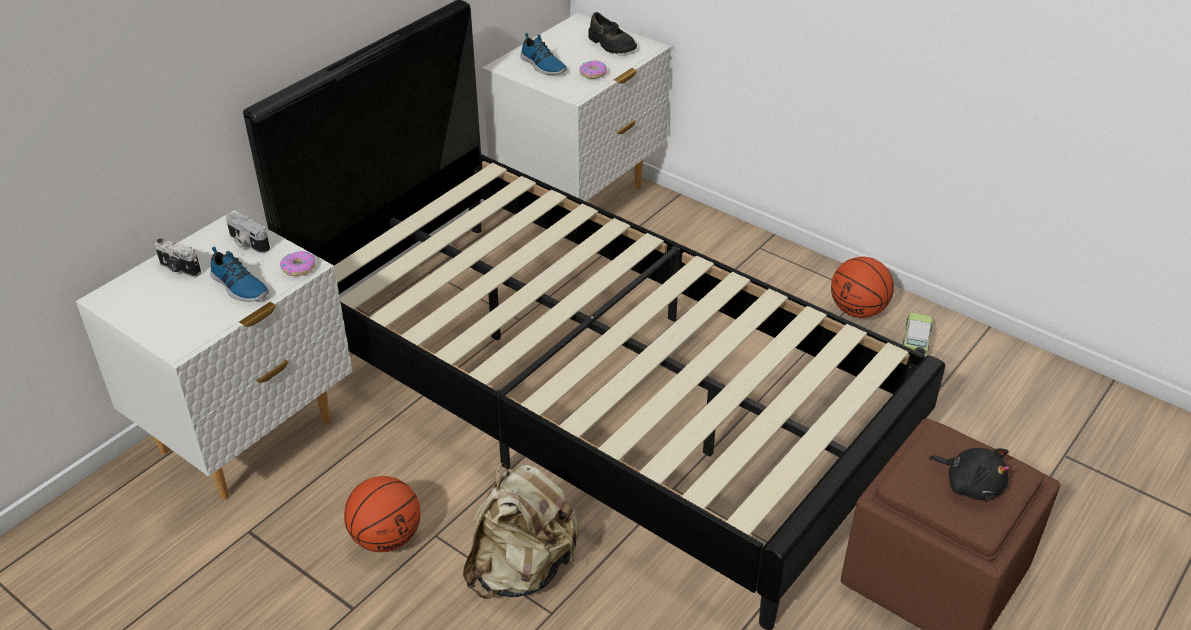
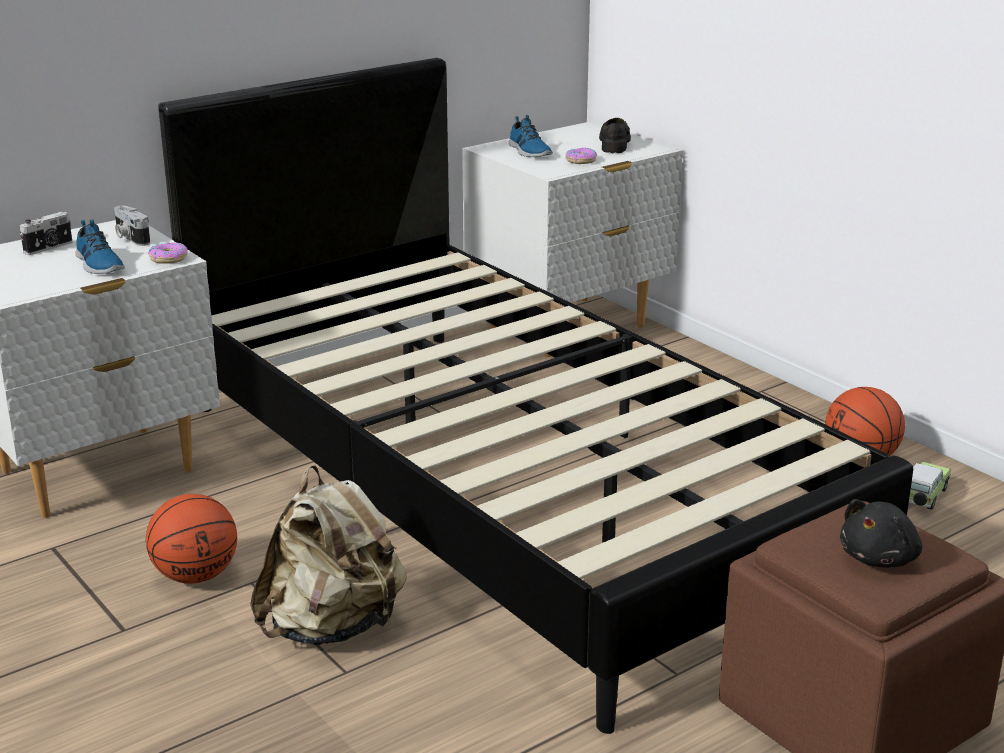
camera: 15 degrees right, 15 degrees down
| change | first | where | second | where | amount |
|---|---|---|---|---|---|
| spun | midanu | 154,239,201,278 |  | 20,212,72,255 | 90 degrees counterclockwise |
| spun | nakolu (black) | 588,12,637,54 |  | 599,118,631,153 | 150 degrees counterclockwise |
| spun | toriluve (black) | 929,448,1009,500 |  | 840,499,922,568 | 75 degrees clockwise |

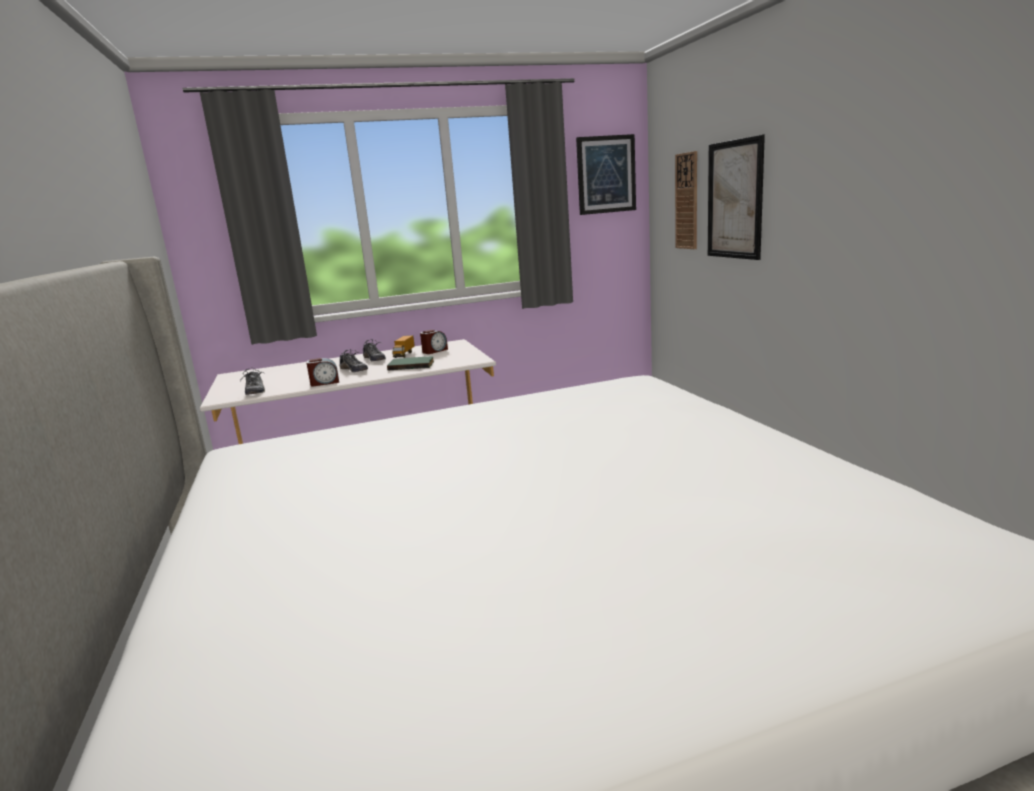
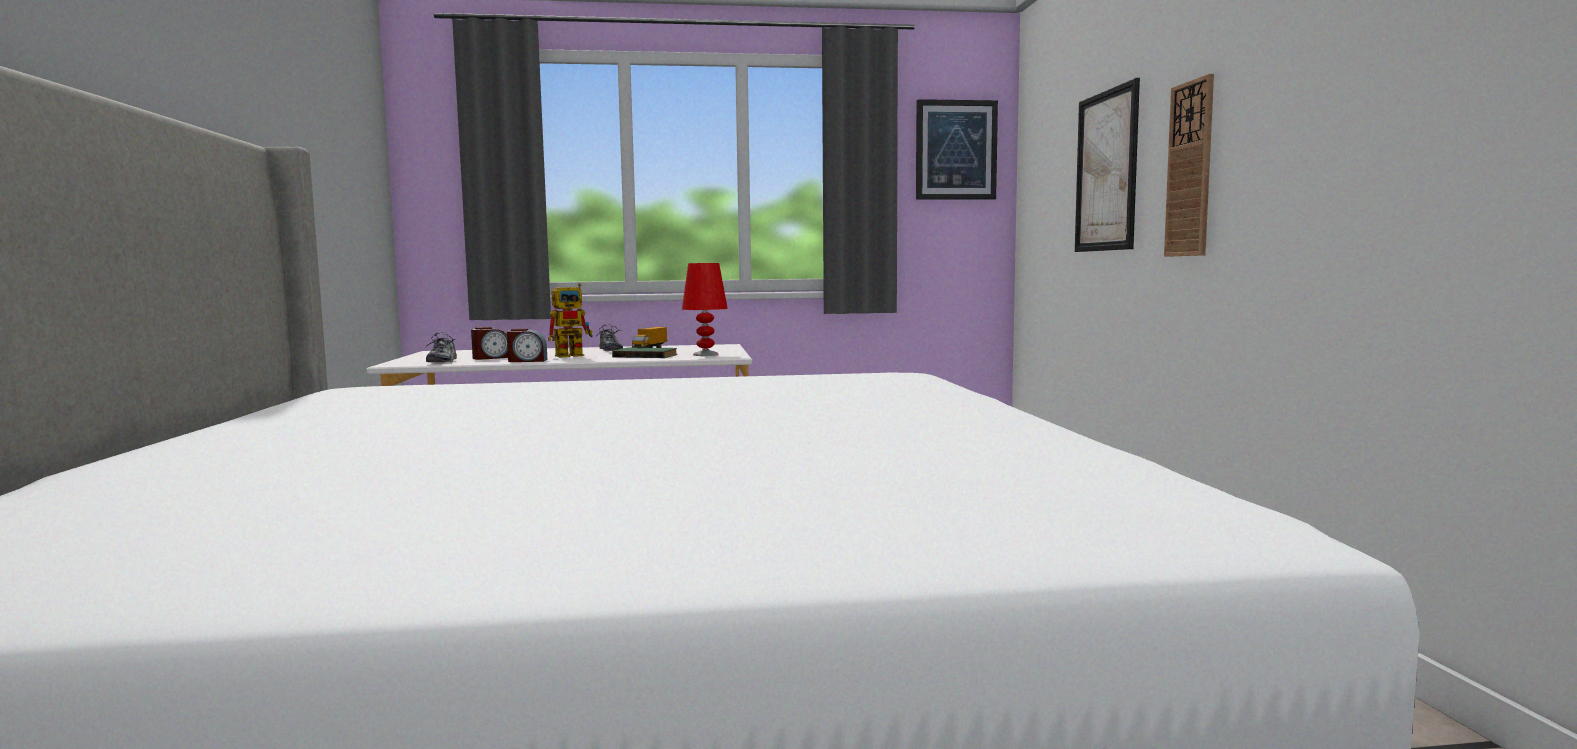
camera: 10 degrees right, 10 degrees down
| change | first | where | second | where | amount |
|---|---|---|---|---|---|
| exchanged | nakolu | 339,349,368,372 | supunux | 548,283,593,358 |  |
| relocated | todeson | 420,330,448,354 |  | 471,327,508,360 |  |
| relocated | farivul | 675,151,697,249 |  | 1164,74,1214,257 |  |
| appeared |  |  | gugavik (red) | 682,263,728,356 |  |

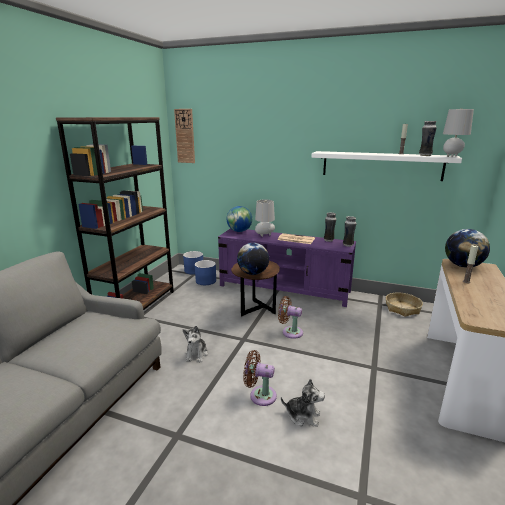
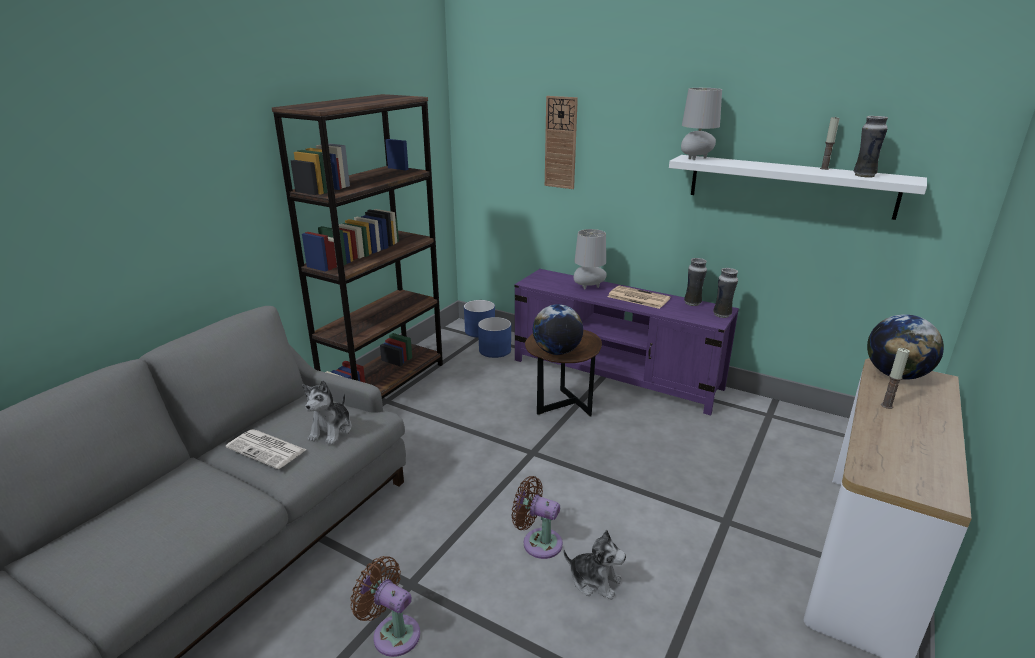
camera: 10 degrees right, 5 degrees up
| change | first | where | second | where | amount |
|---|---|---|---|---|---|
| relocated | farivul | 174,109,195,163 |  | 545,96,578,189 |  |
| relocated | toriluve | 183,326,208,363 |  | 303,380,352,444 |  |
| missing | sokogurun | 227,206,252,232 |  |  |  |
| relocated | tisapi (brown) | 278,296,303,339 |  | 350,556,420,657 |  |
| missing | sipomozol | 386,292,423,317 |  |  |  |
| relocated | gugavik (grey) | 443,108,474,157 |  | 681,88,722,160 |  |
| appeared |  |  | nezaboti | 226,429,306,469 |  |

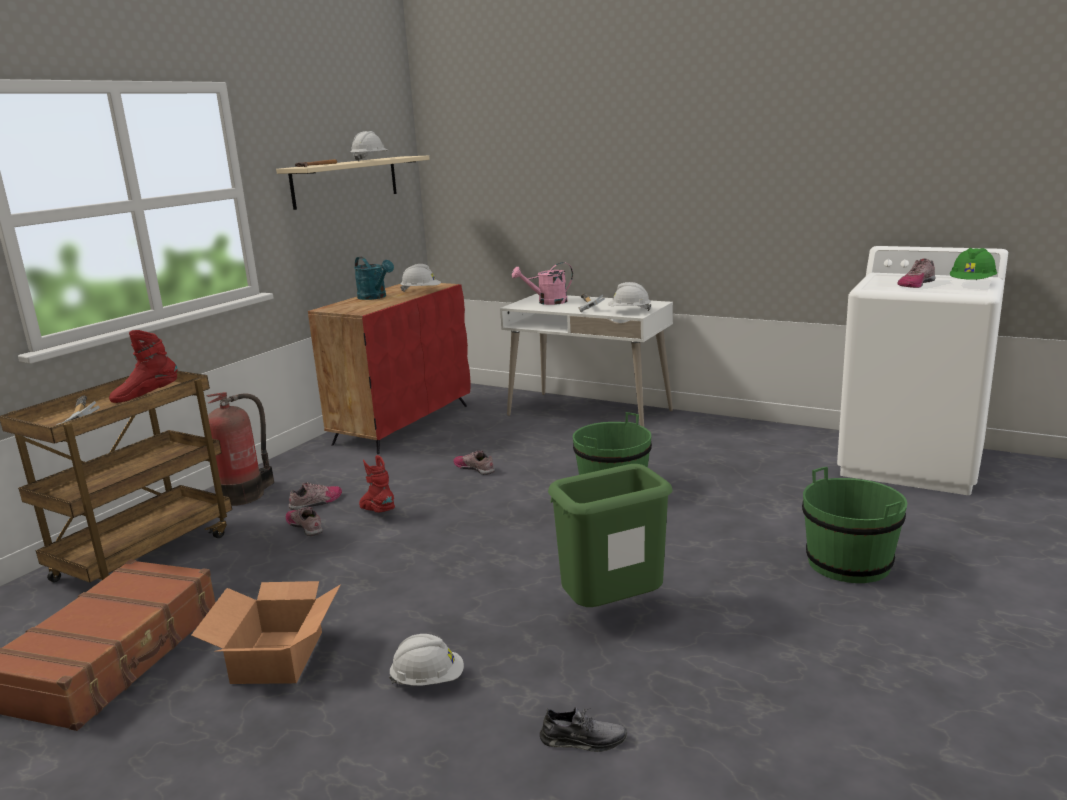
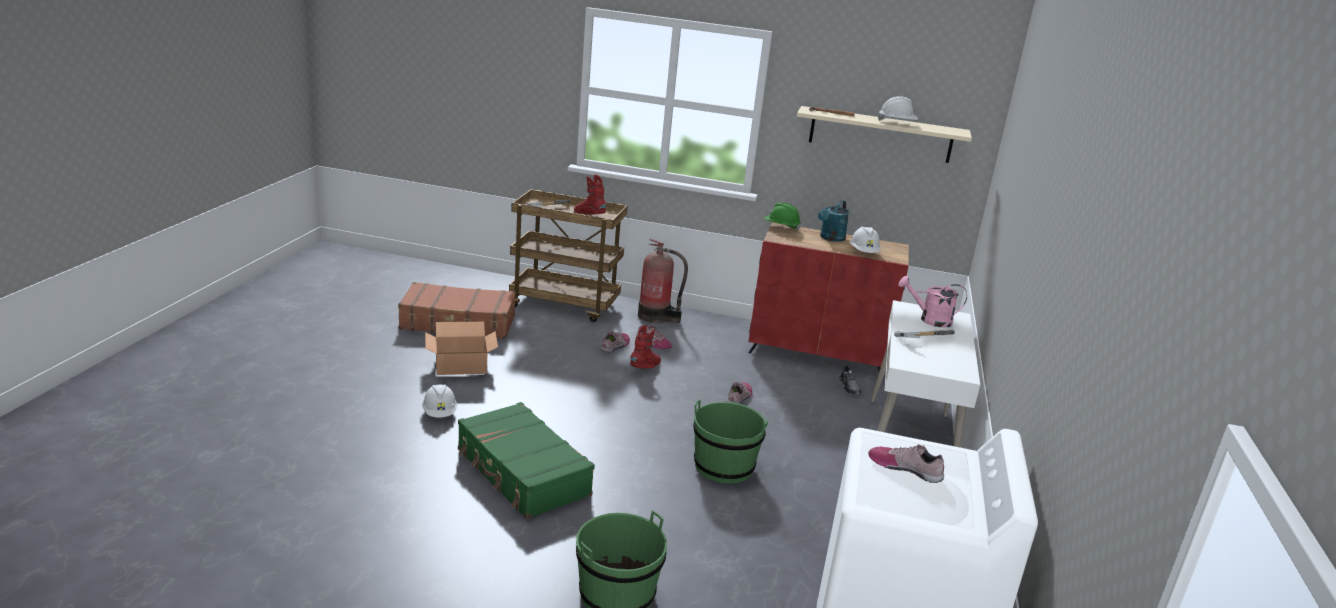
camera: 70 degrees right, 5 degrees up
| change | first | where | second | where | amount |
|---|---|---|---|---|---|
| spun | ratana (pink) | 512,262,573,305 |  | 898,276,967,327 | 45 degrees counterclockwise |
| relocated | nakolu (grey) | 540,707,627,752 |  | 839,365,862,394 |  |
| exchanged | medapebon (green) | 548,464,673,607 | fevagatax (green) | 458,402,595,519 |  |
| missing | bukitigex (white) | 608,282,652,311 |  |  |  |
| relocated | bukitigex (green) | 950,248,997,280 |  | 764,202,801,231 |  |

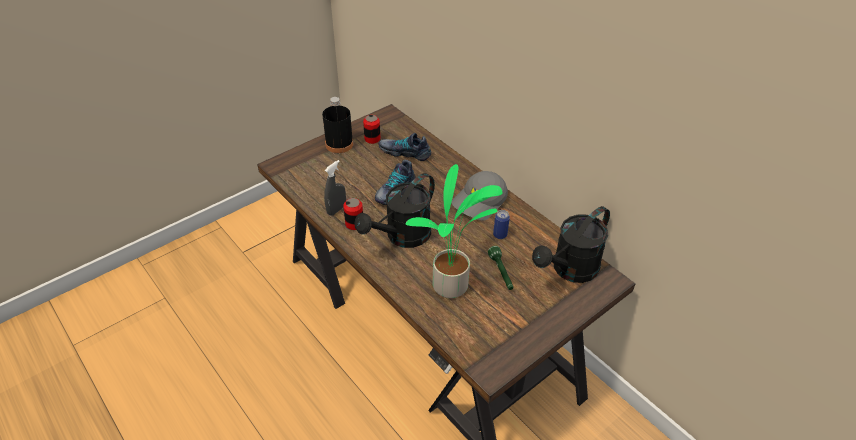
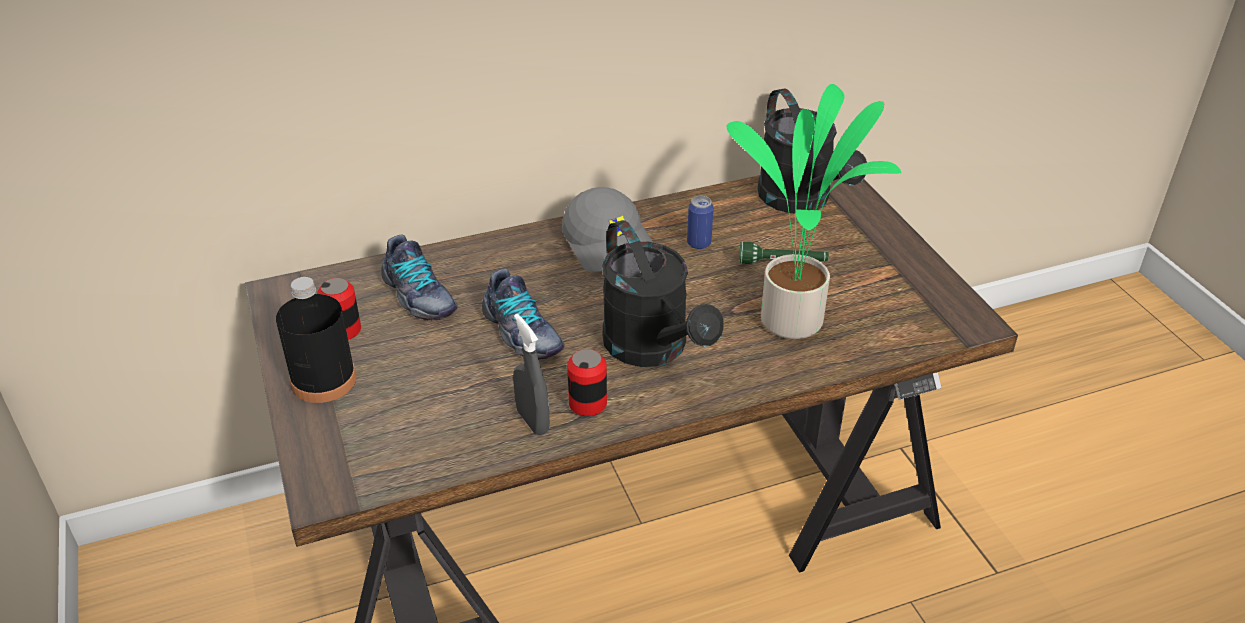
camera: 70 degrees left, 5 degrees down
| change | first | where | second | where | amount |
|---|---|---|---|---|---|
| spun | nakolu | 379,133,431,161 |  | 381,235,458,321 | 75 degrees counterclockwise |

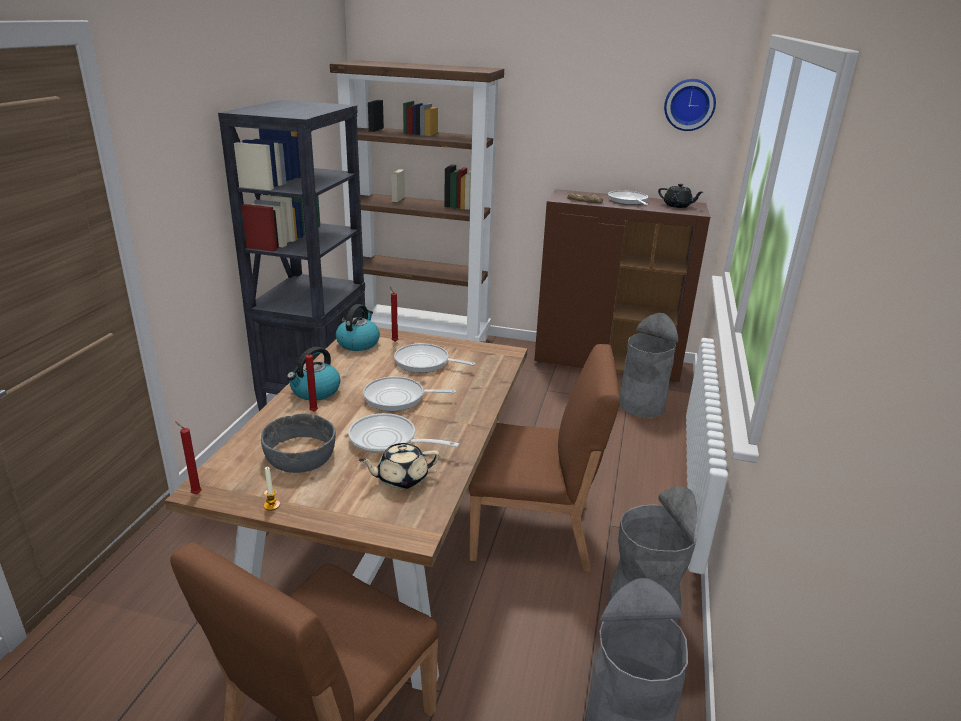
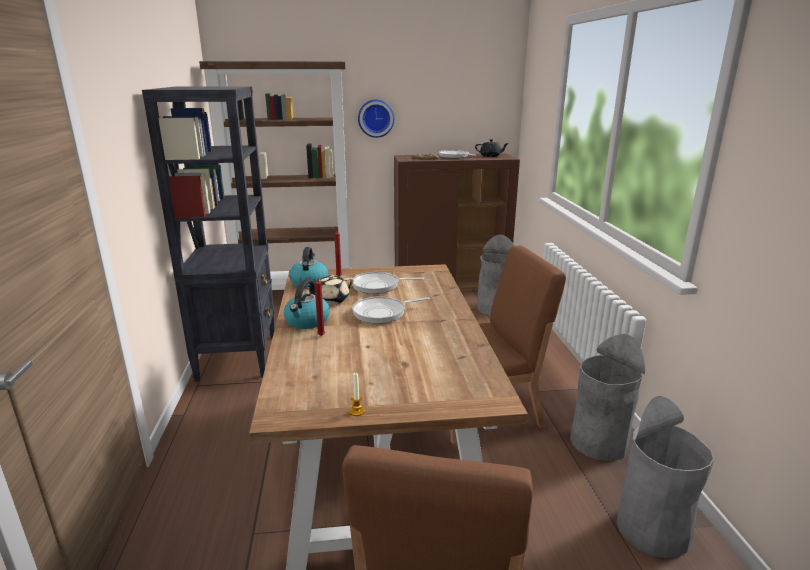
camera: 20 degrees left, 5 degrees down
| change | first | where | second | where | amount |
|---|---|---|---|---|---|
| missing | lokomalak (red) | 175,421,202,494 |  |  |  |
| missing | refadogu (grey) | 261,413,336,473 |  |  |  |
| missing | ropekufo | 348,413,459,454 |  |  |  |
| relocated | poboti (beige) | 359,443,439,489 |  | 305,275,354,305 |  |
| relocated | farivul | 664,79,716,131 |  | 358,100,394,138 |  |

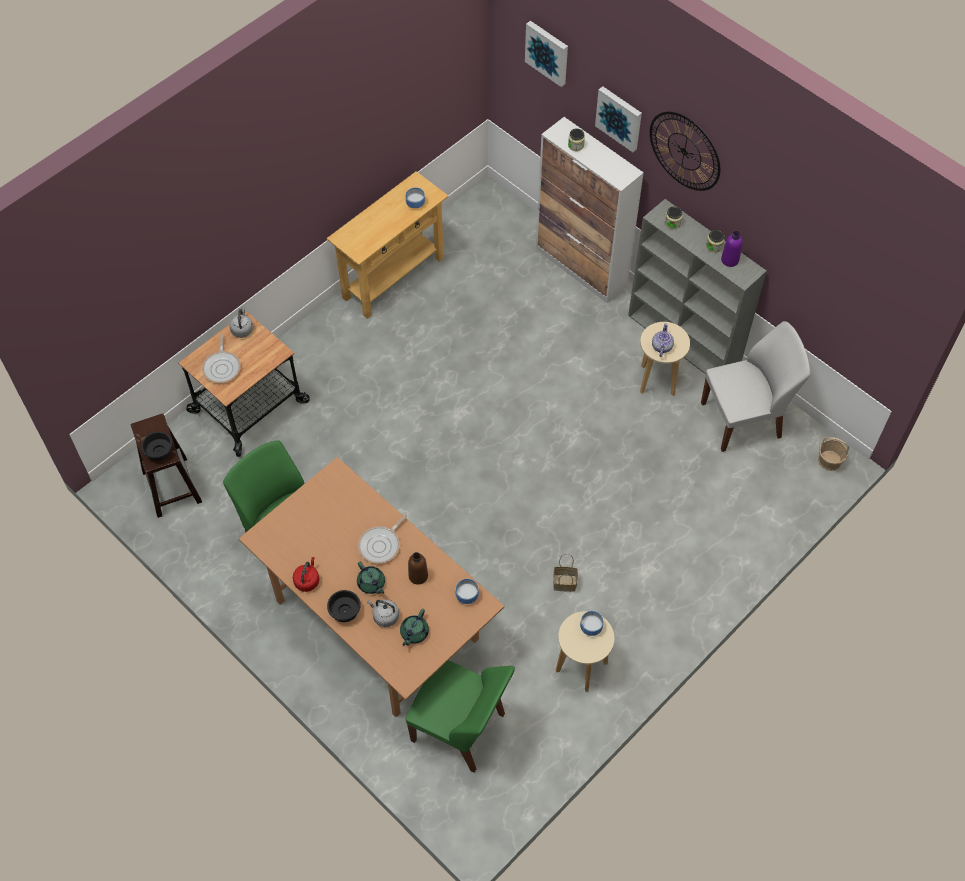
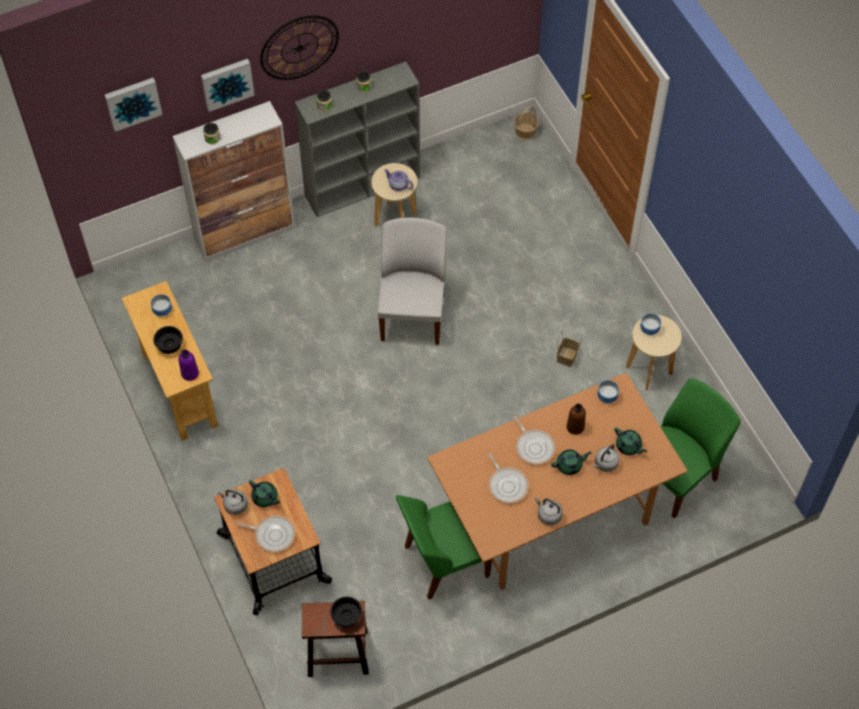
camera: 70 degrees left, 0 degrees up
| change | first | where | second | where | amount |
|---|---|---|---|---|---|
| colour | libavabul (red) | 293,557,319,592 | libavabul (grey) | 535,497,563,525 |  |
| relocated | refadogu (black) | 327,590,361,622 |  | 153,326,183,354 |  |
| relocated | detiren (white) | 701,321,810,452 |  | 378,218,447,345 |  |
| relocated | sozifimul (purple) | 721,231,743,267 |  | 178,349,199,381 |  |
| appeared |  |  | poboti (green) | 249,480,281,507 |  |
| appeared |  |  | ropekufo | 488,452,529,503 |  |

